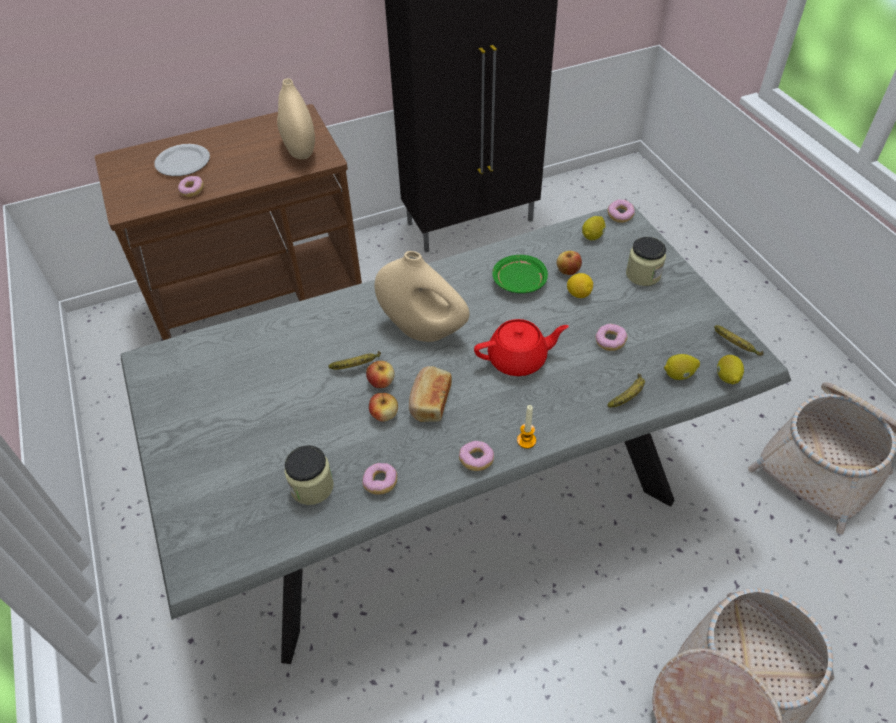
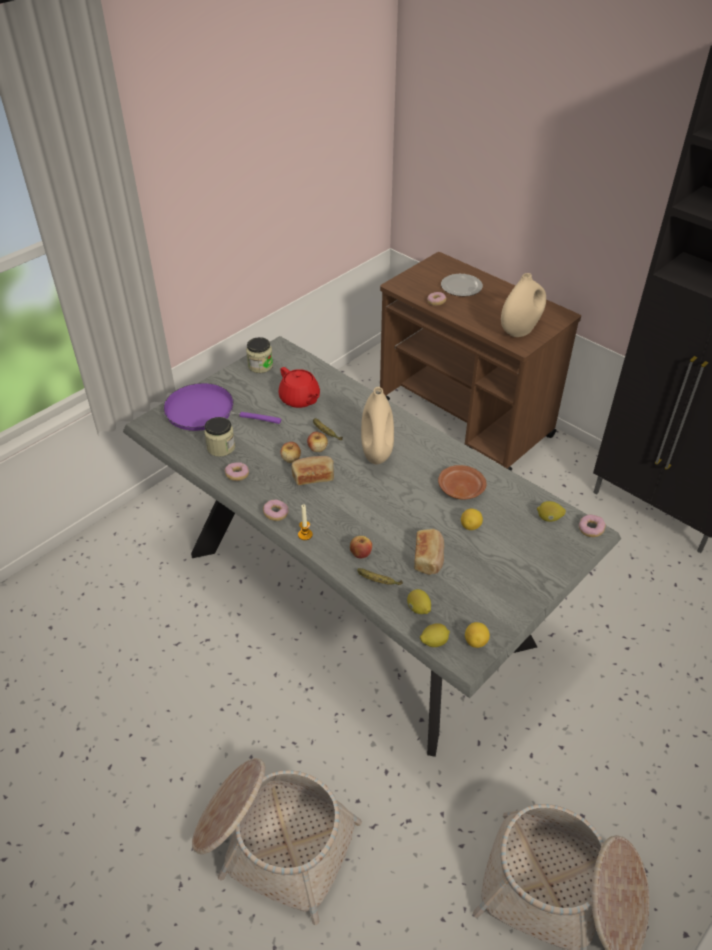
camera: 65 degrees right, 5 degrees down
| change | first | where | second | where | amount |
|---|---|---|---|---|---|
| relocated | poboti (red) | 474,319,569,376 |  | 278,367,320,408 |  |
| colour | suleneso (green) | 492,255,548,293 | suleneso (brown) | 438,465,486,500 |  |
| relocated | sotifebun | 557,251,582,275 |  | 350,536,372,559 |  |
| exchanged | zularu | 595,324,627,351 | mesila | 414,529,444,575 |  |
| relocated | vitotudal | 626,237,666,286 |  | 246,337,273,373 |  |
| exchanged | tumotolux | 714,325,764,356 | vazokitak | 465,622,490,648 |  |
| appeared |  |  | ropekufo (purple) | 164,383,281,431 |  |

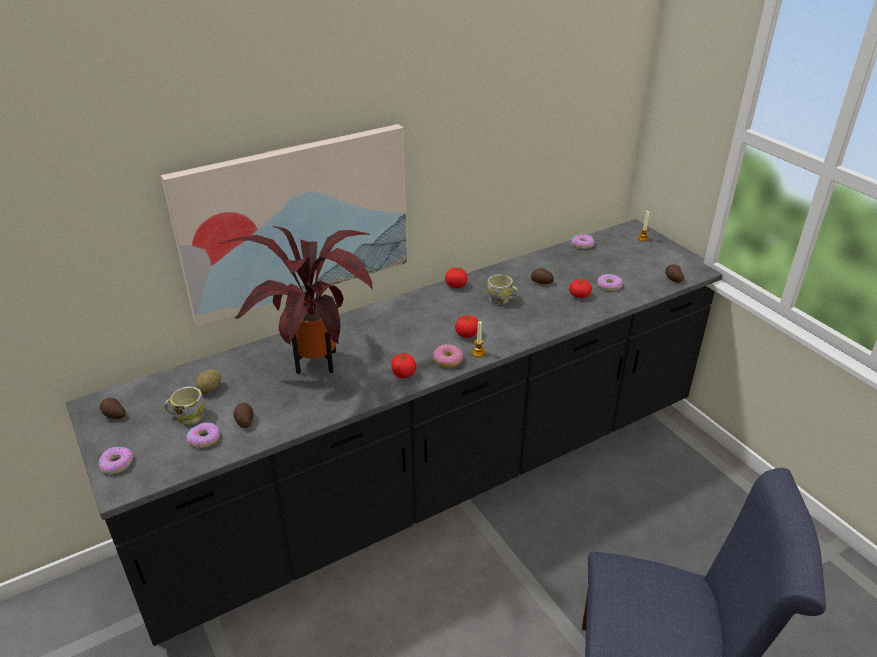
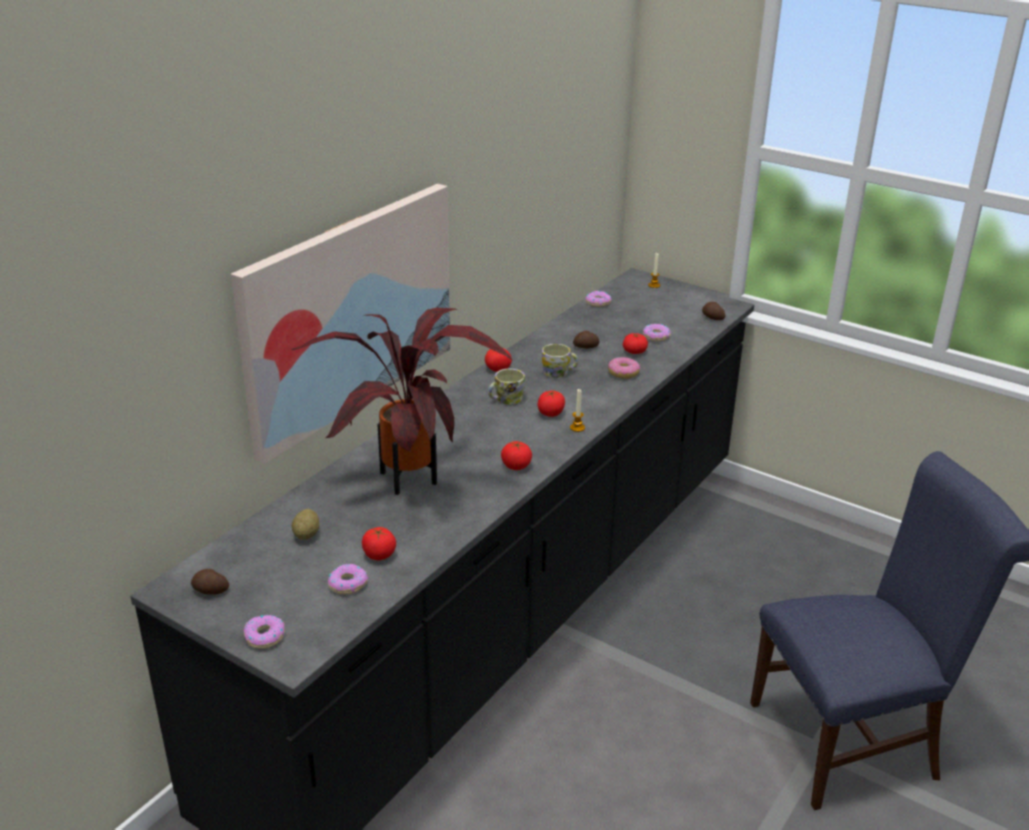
camera: 25 degrees left, 5 degrees down
| change | first | where | second | where | amount |
|---|---|---|---|---|---|
| relocated | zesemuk | 164,387,204,424 |  | 488,369,525,404 |  |
| exchanged | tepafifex | 233,403,254,428 | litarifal | 362,527,396,560 |  |
| relocated | zularu | 433,344,463,368 |  | 608,357,640,379 |  |

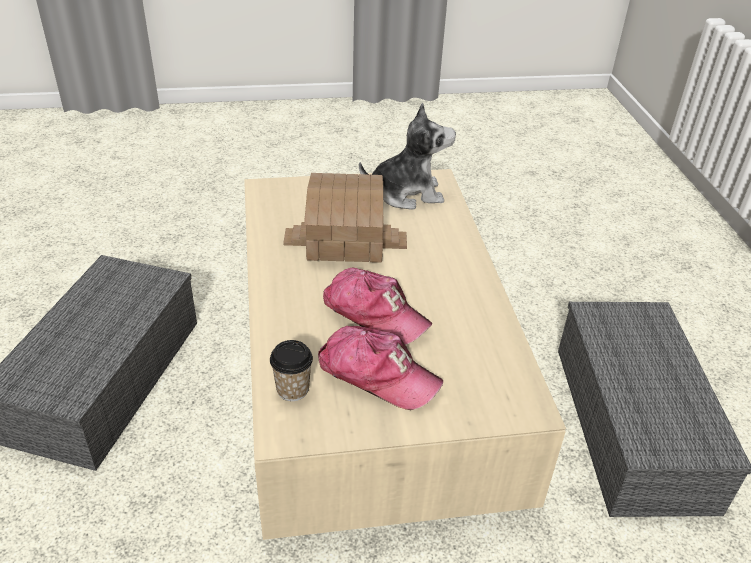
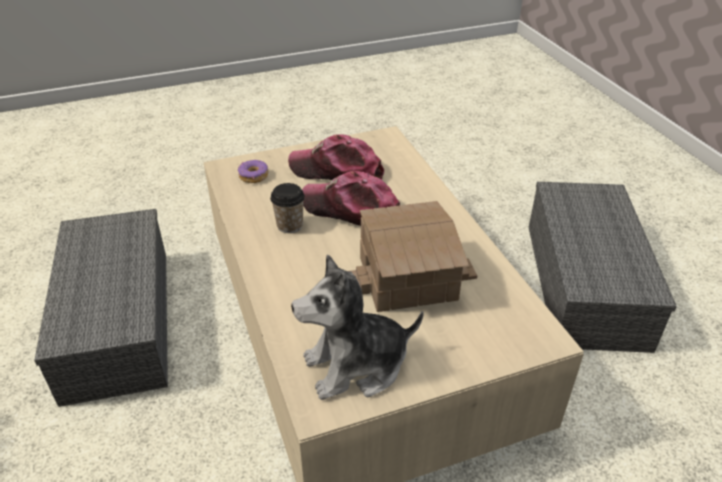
camera: 170 degrees right, 0 degrees up
| change | first | where | second | where | amount |
|---|---|---|---|---|---|
| relocated | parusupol | 270,340,313,401 |  | 270,183,305,233 |  |
| appeared |  |  | zularu | 238,160,268,183 |  |

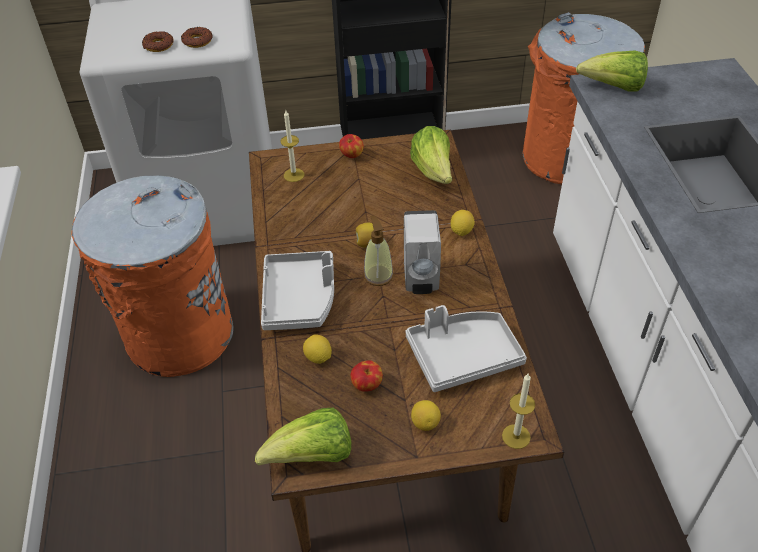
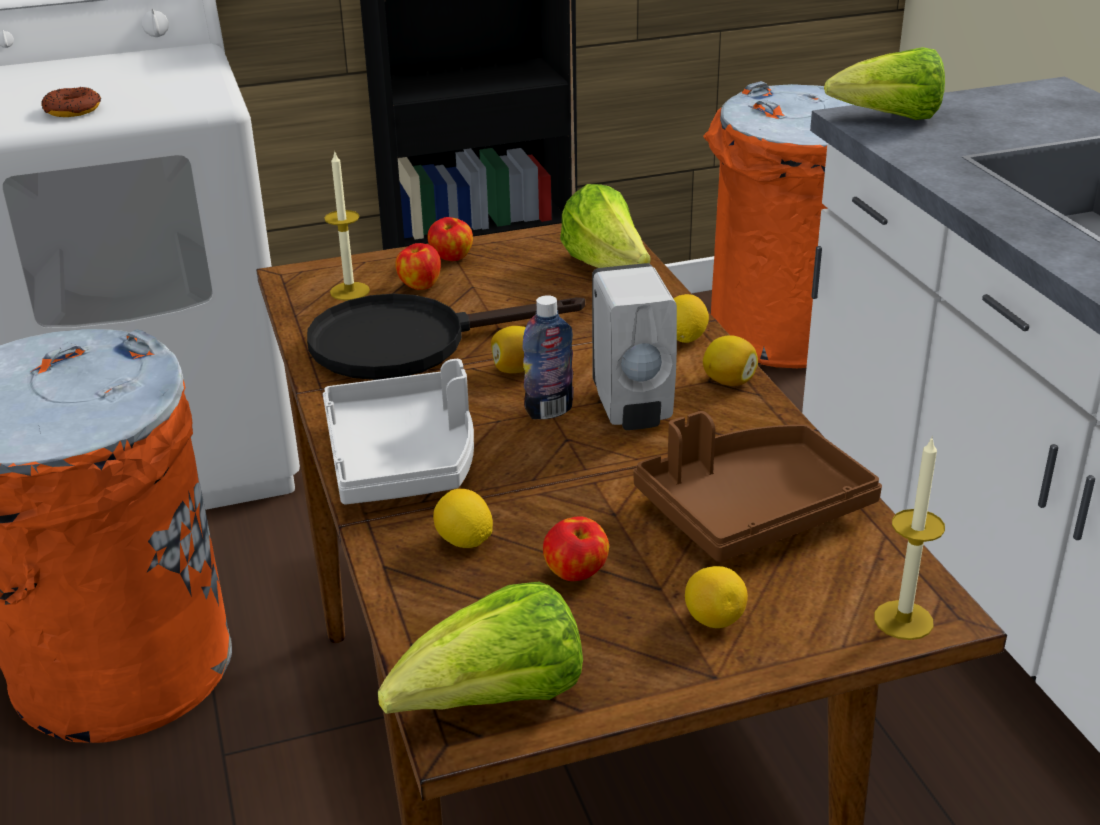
camera: 10 degrees left, 15 degrees down
| change | first | where | second | where | amount |
|---|---|---|---|---|---|
| missing | zularu | 181,27,212,48 |  |  |  |
| exchanged | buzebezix | 364,215,394,286 | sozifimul | 522,295,573,419 |  |
| colour | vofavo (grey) | 406,305,527,392 | vofavo (brown) | 633,411,882,562 |  |
| appeared |  |  | ropekufo (black) | 307,294,585,380 |  |
| appeared |  |  | sotifebun | 395,243,441,290 |  |
| appeared |  |  | vazokitak | 703,335,758,386 |  |

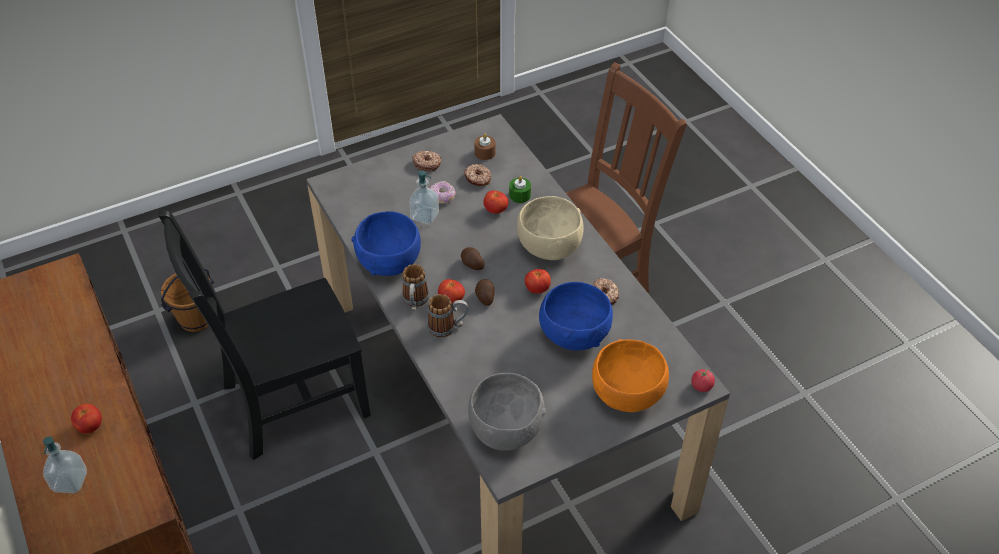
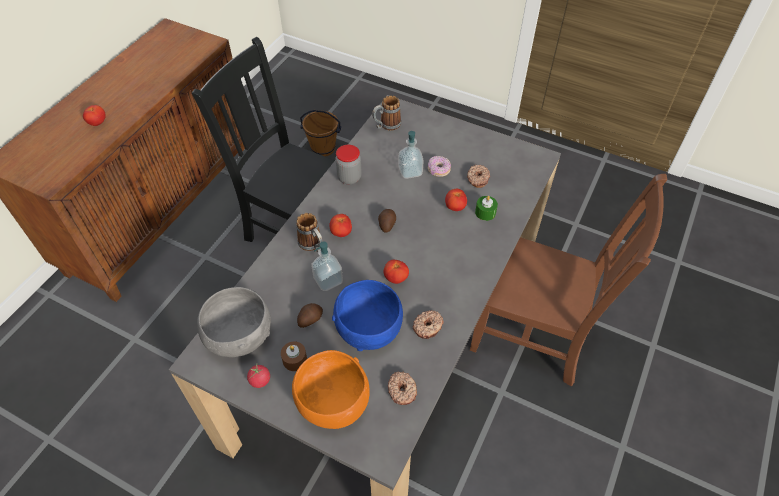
camera: 55 degrees right, 5 degrees up
| change | first | where | second | where | amount |
|---|---|---|---|---|---|
| relocated | buzebezix | 43,436,87,494 |  | 311,241,343,291 |  |
| exchanged | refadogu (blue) | 351,211,421,276 | vitotudal | 335,145,362,184 |  |
| relocated | zesemuk | 402,264,429,311 |  | 372,95,401,131 |  |
| relocated | zularu | 412,151,442,171 |  | 388,372,417,405 |  |
| relocated | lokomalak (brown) | 474,134,496,160 |  | 281,342,307,371 |  |
| relocated | tepafifex | 475,279,495,306 |  | 297,303,323,328 |  |
| missing | refadogu (beige) | 517,196,584,260 |  |  |  |
| relocated | litarifal | 691,369,715,392 |  | 247,364,270,388 |  |

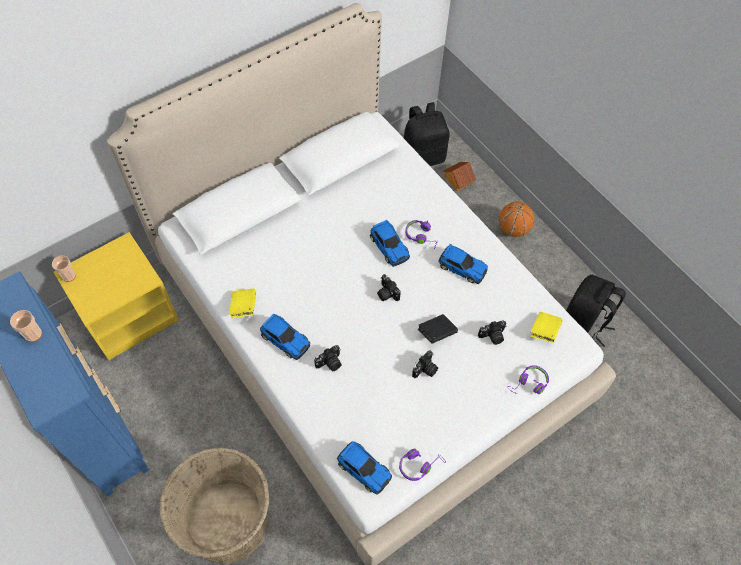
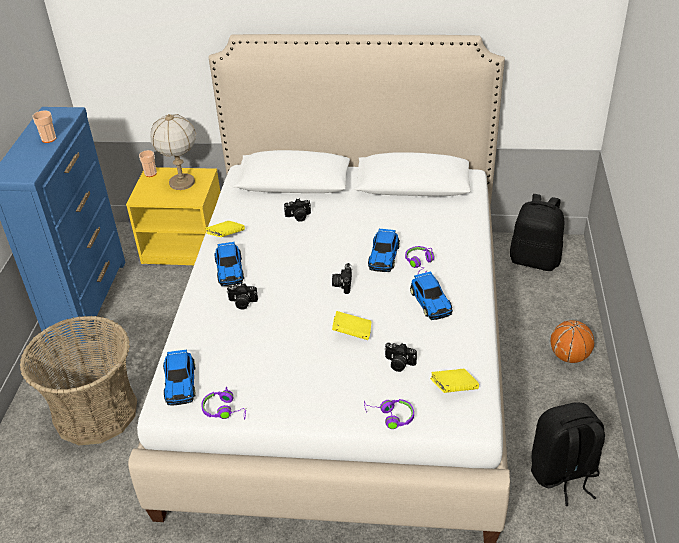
camera: 45 degrees right, 20 degrees down
| change | first | where | second | where | amount |
|---|---|---|---|---|---|
| relocated | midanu | 412,350,438,378 |  | 284,198,311,222 |  |
| colour | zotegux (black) | 418,314,458,344 | zotegux (yellow) | 332,311,371,340 |  |
| missing | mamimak | 443,162,476,191 |  |  |  |
| appeared |  |  | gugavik | 150,114,196,190 |  |

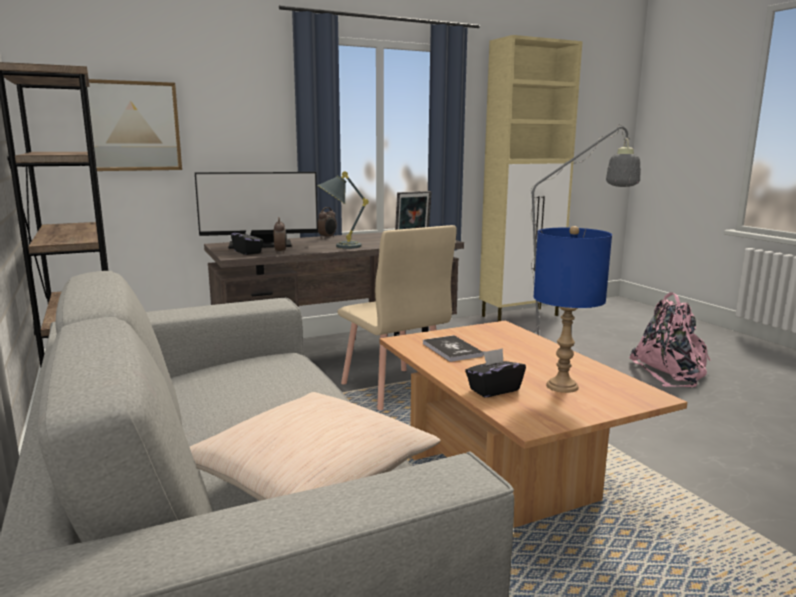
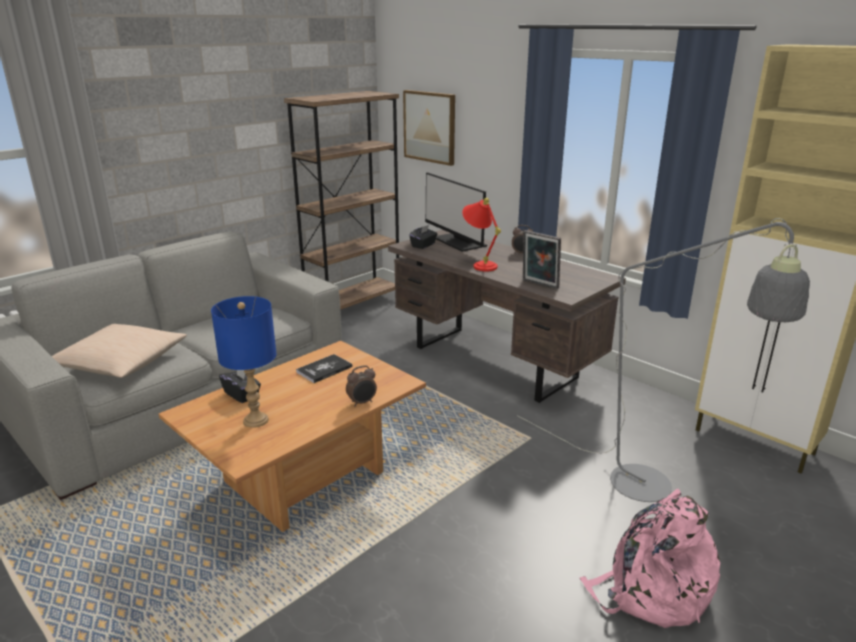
camera: 70 degrees right, 10 degrees up
| change | first | where | second | where | amount |
|---|---|---|---|---|---|
| relocated | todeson | 274,217,287,253 |  | 346,365,377,407 |  |
| colour | gugavik (grey) | 317,171,369,249 | gugavik (red) | 462,198,501,271 |  |
| missing | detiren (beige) | 338,225,457,410 |  |  |  |

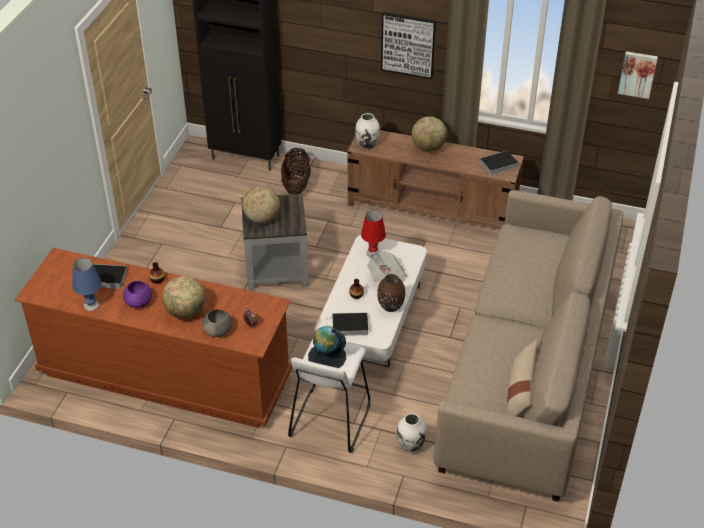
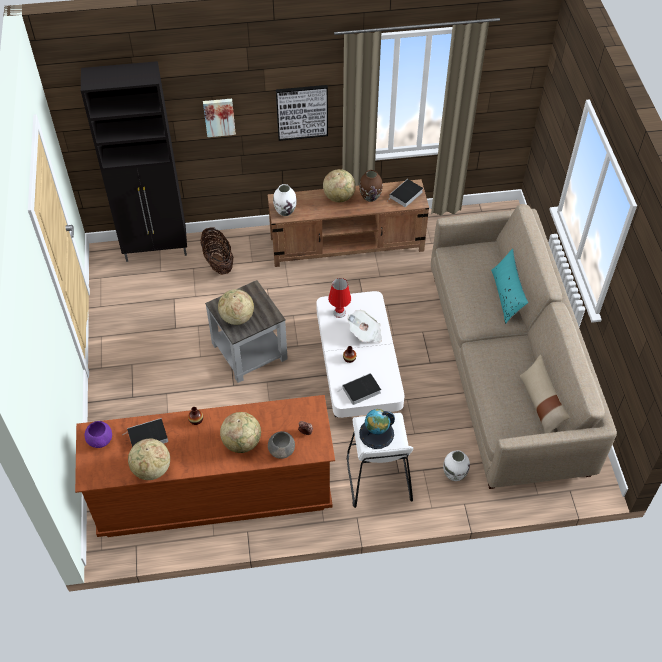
camera: 25 degrees left, 10 degrees up
| change | first | where | second | where | amount |
|---|---|---|---|---|---|
| exchanged | gugavik (blue) | 73,258,101,311 | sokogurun | 128,439,170,480 |  |
| relocated | refadogu (purple) | 123,281,152,308 |  | 85,421,112,448 |  |
| relocated | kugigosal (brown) | 377,274,405,312 |  | 359,170,383,202 |  |
| relocated | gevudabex | 618,51,658,99 |  | 203,99,236,137 |  |
| appeared |  |  | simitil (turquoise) | 491,249,528,324 |  |

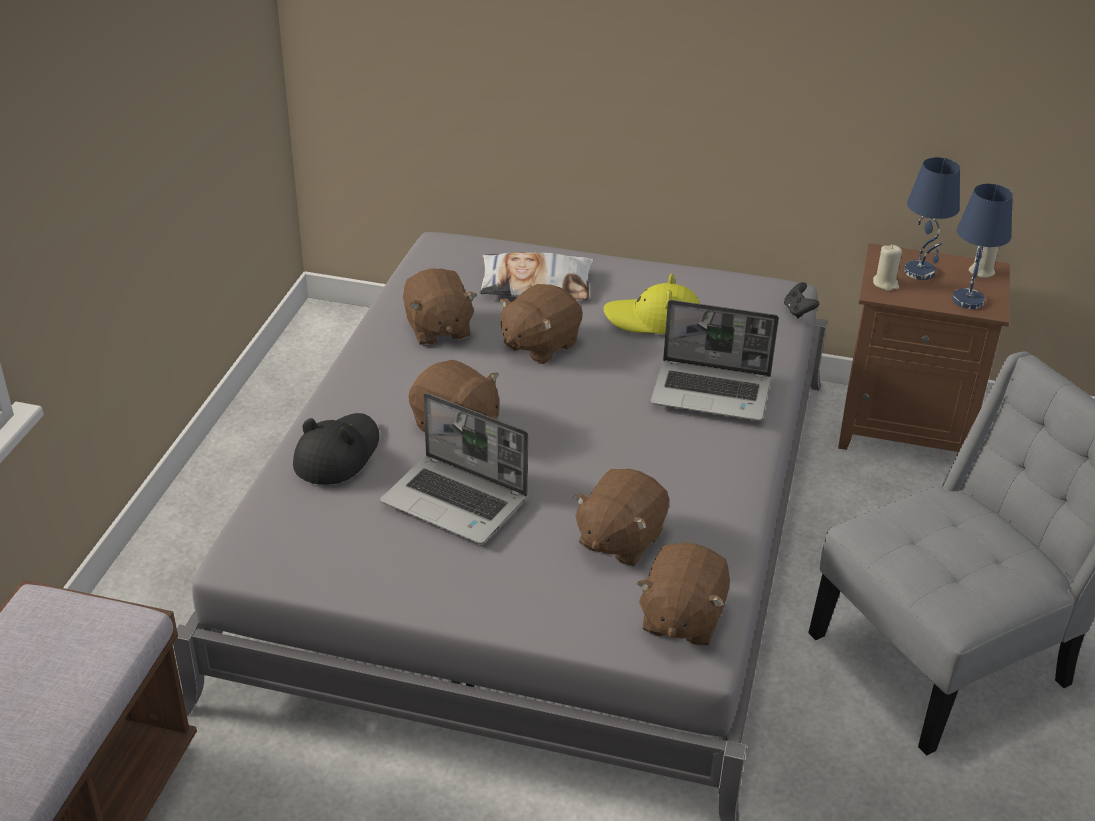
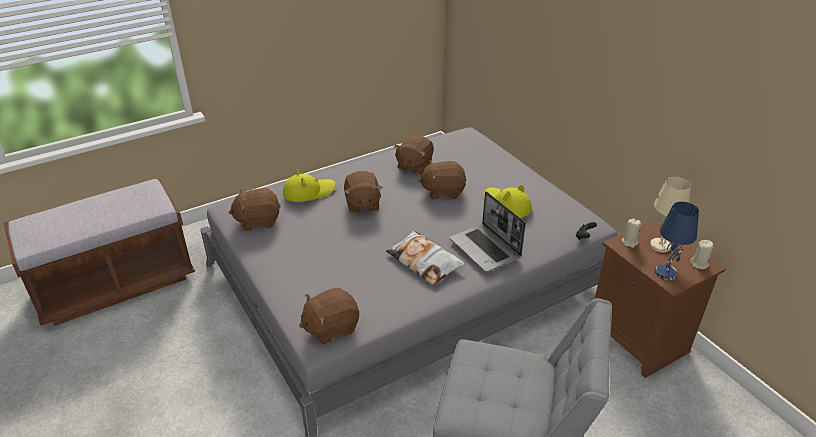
camera: 45 degrees right, 0 degrees up
| change | first | where | second | where | amount |
|---|---|---|---|---|---|
| colour | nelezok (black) | 293,413,379,485 | nelezok (yellow) | 283,169,336,202 |  |
| missing | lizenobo | 380,393,528,544 |  |  |  |
| relocated | simitil | 480,252,594,300 |  | 386,230,464,285 |  |
| relocated | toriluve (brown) | 573,469,669,566 |  | 229,188,281,231 |  |
| colour | gugavik (blue) | 904,157,960,280 | gugavik (beige) | 650,177,691,253 |  |

